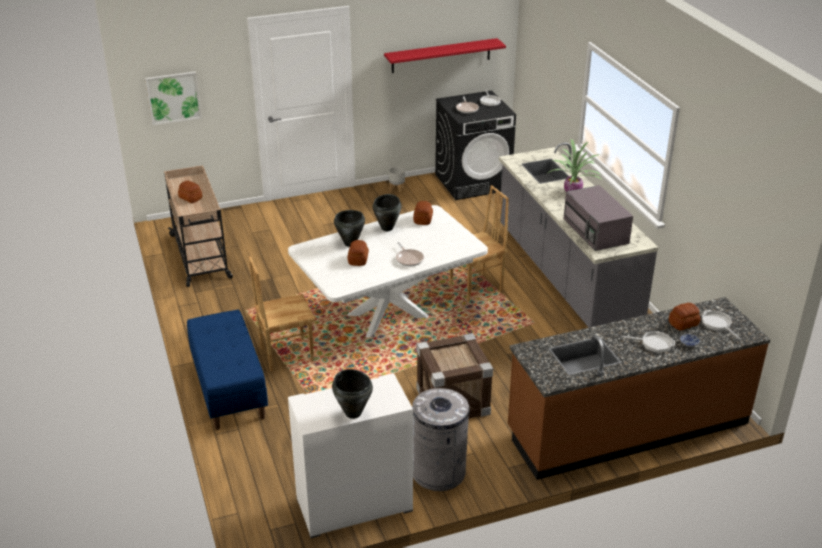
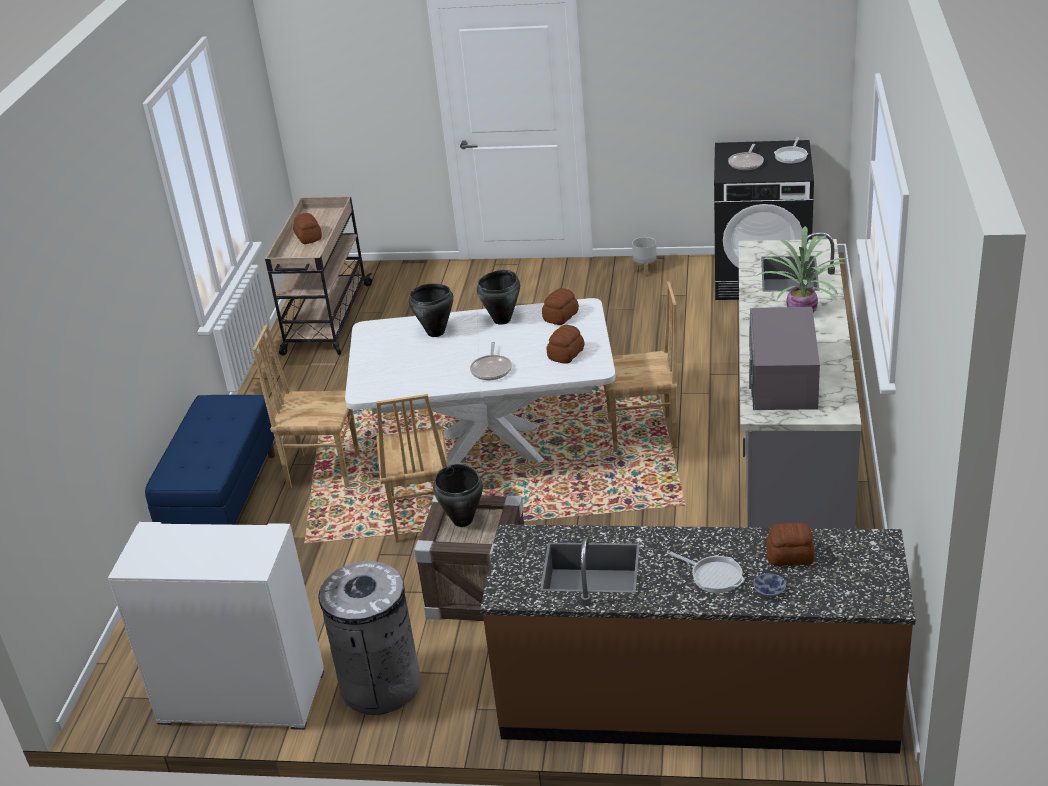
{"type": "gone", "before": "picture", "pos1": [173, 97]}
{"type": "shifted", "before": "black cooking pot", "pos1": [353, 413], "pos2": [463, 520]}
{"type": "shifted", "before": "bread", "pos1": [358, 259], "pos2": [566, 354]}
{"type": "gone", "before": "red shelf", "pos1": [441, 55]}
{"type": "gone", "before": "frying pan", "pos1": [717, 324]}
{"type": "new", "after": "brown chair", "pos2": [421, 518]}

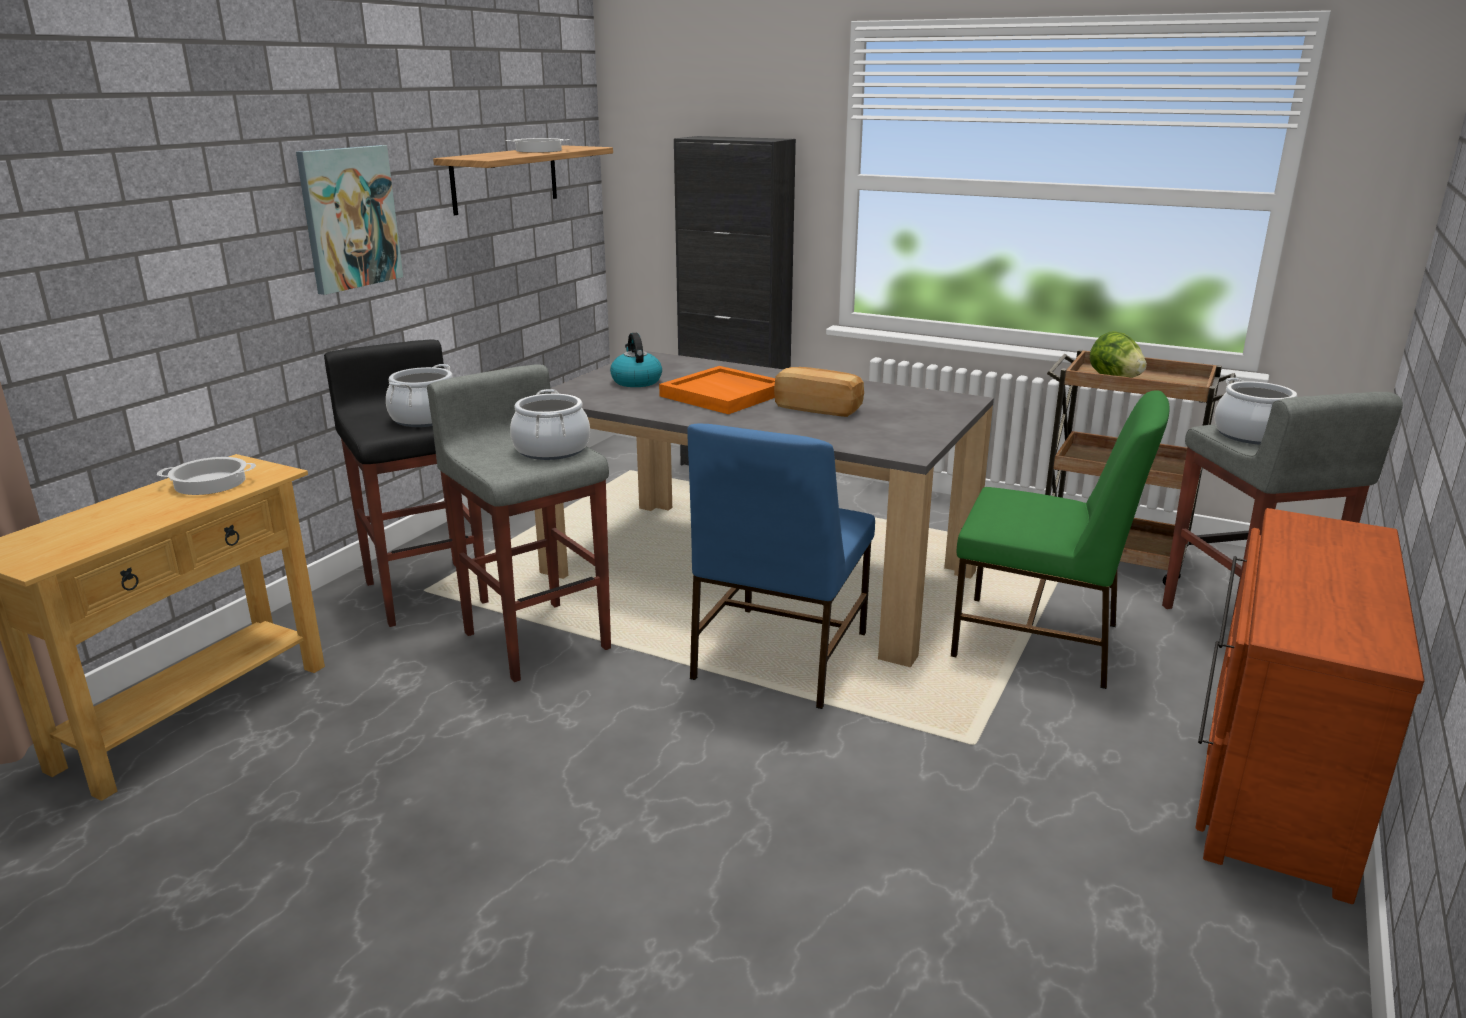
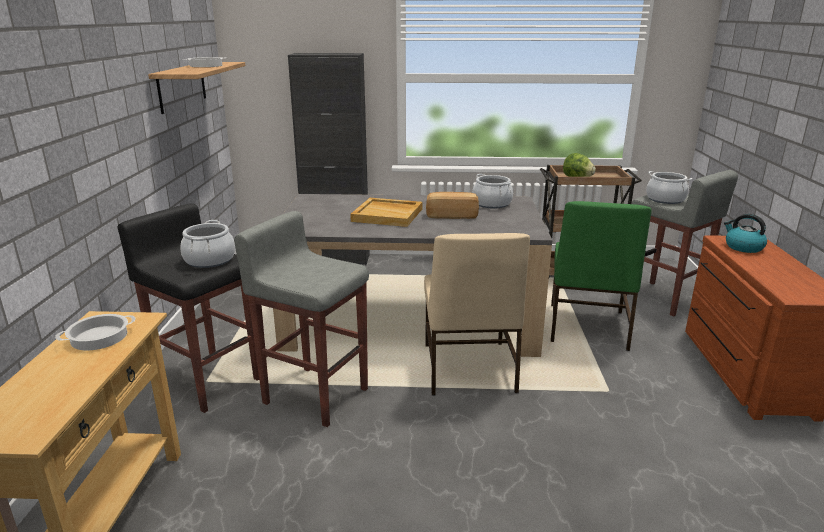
{"type": "gone", "before": "picture", "pos1": [349, 218]}
{"type": "shifted", "before": "cooking pot", "pos1": [551, 450], "pos2": [491, 204]}
{"type": "shifted", "before": "kettle", "pos1": [636, 381], "pos2": [743, 247]}
{"type": "repainted", "before": "orange tray", "after": "beige tray", "pos1": [724, 394], "pos2": [388, 215]}
{"type": "repainted", "before": "blue chair", "after": "beige chair", "pos1": [778, 657], "pos2": [468, 369]}
{"type": "rotated", "before": "green chair", "pos1": [1039, 642], "pos2": [586, 327], "turn": 105}

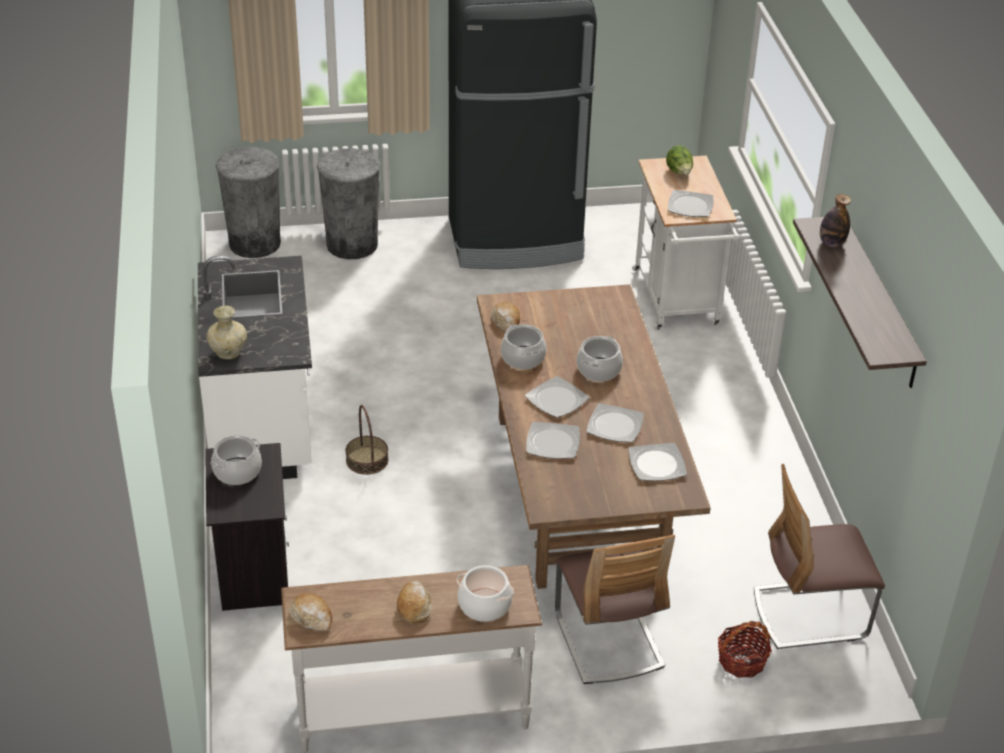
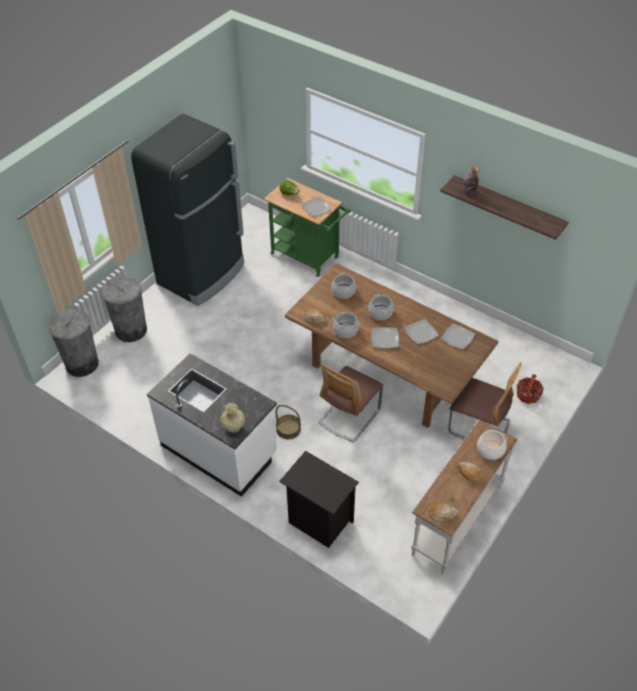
{"type": "shifted", "before": "cooking pot", "pos1": [237, 471], "pos2": [343, 291]}
{"type": "gone", "before": "plate", "pos1": [553, 443]}
{"type": "repainted", "before": "white cart", "after": "green cart", "pos1": [677, 302], "pos2": [308, 257]}
{"type": "shifted", "before": "chair", "pos1": [810, 614], "pos2": [349, 416]}

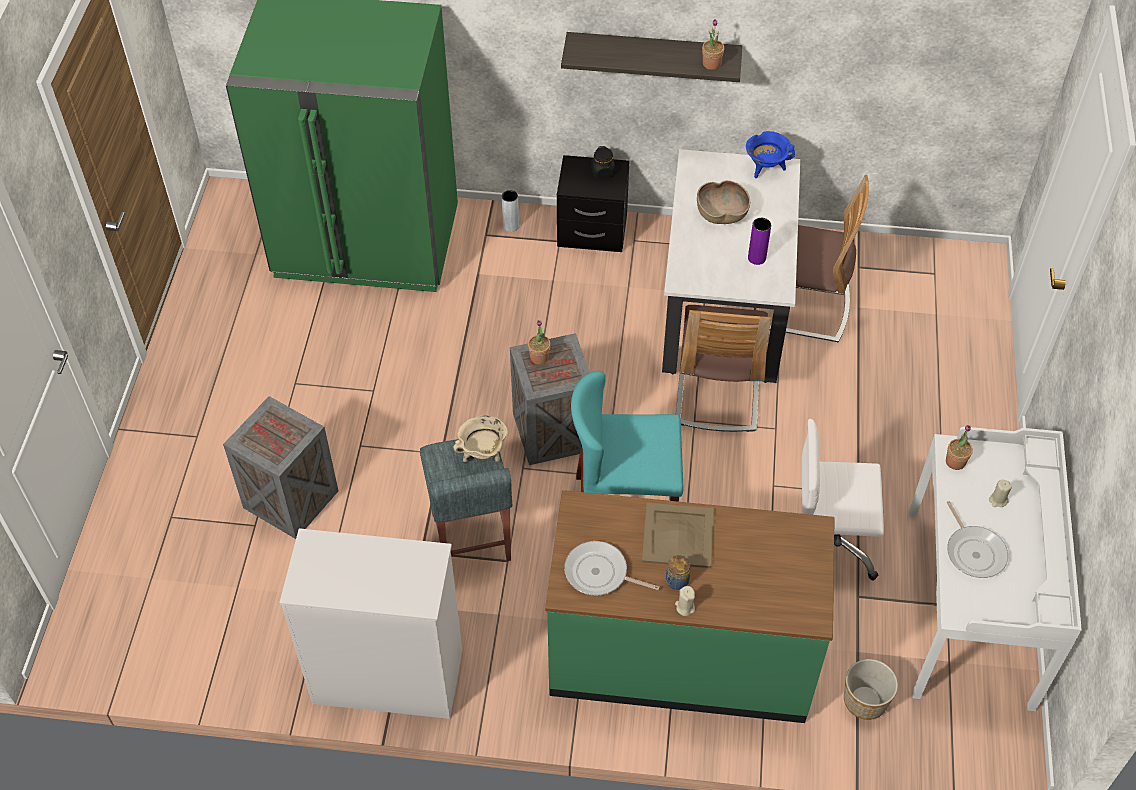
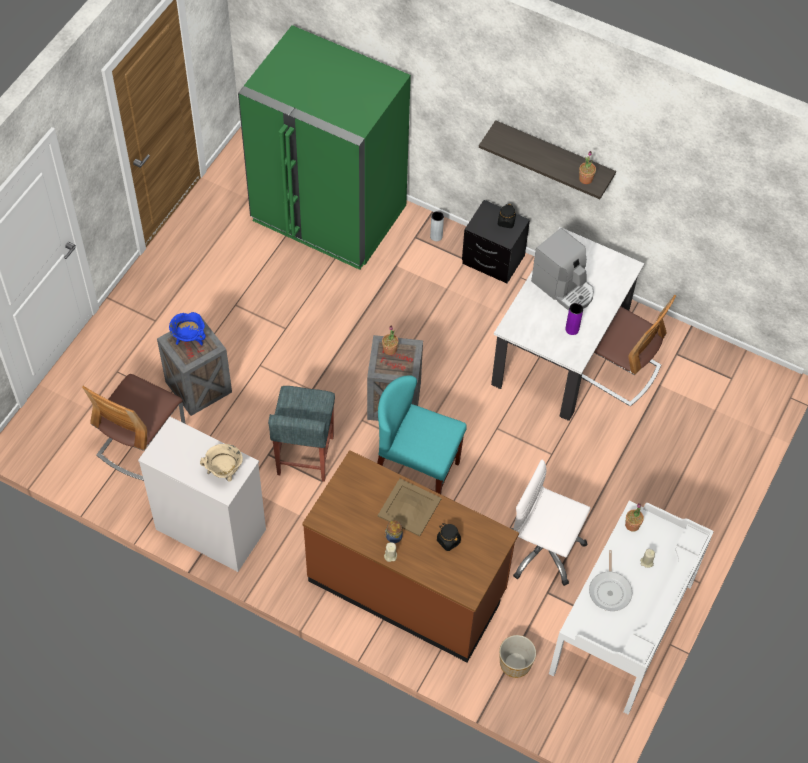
{"type": "shifted", "before": "beige cooking pot", "pos1": [483, 455], "pos2": [224, 472]}
{"type": "repainted", "before": "green counter", "after": "brown counter", "pos1": [680, 653], "pos2": [407, 586]}
{"type": "gone", "before": "frying pan", "pos1": [599, 573]}
{"type": "shifted", "before": "chair", "pos1": [718, 391], "pos2": [141, 443]}
{"type": "swapped", "before": "brown bowl", "after": "coffee machine", "pos1": [721, 214], "pos2": [564, 287]}
{"type": "shifted", "before": "blue cooking pot", "pos1": [766, 168], "pos2": [189, 339]}
{"type": "new", "after": "black jar", "pos2": [448, 541]}

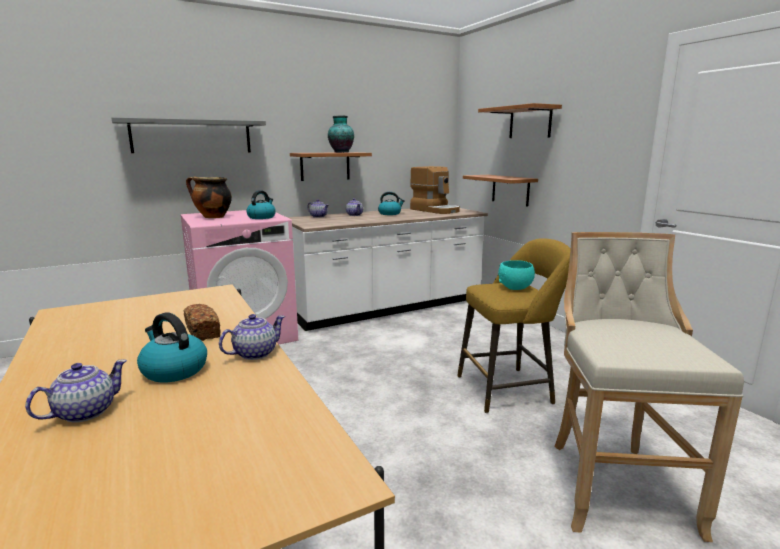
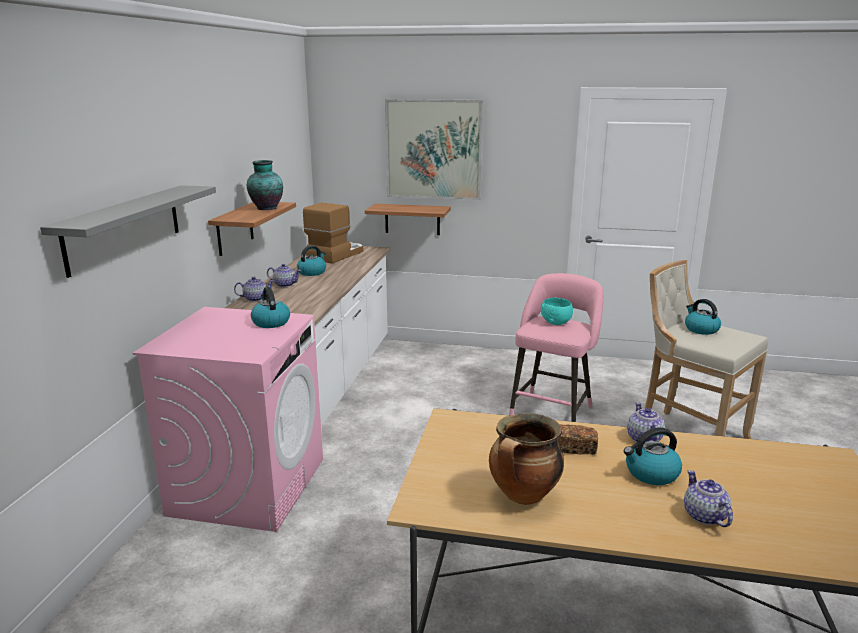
{"type": "shifted", "before": "cooking pot", "pos1": [212, 217], "pos2": [523, 496]}
{"type": "rotated", "before": "coffee machine", "pos1": [435, 210], "pos2": [335, 255], "turn": -60}
{"type": "repainted", "before": "yellow stool", "after": "pink stool", "pos1": [509, 389], "pos2": [552, 410]}
{"type": "swapped", "before": "shelf", "after": "picture", "pos1": [530, 122], "pos2": [433, 149]}
{"type": "new", "after": "kettle", "pos2": [701, 329]}

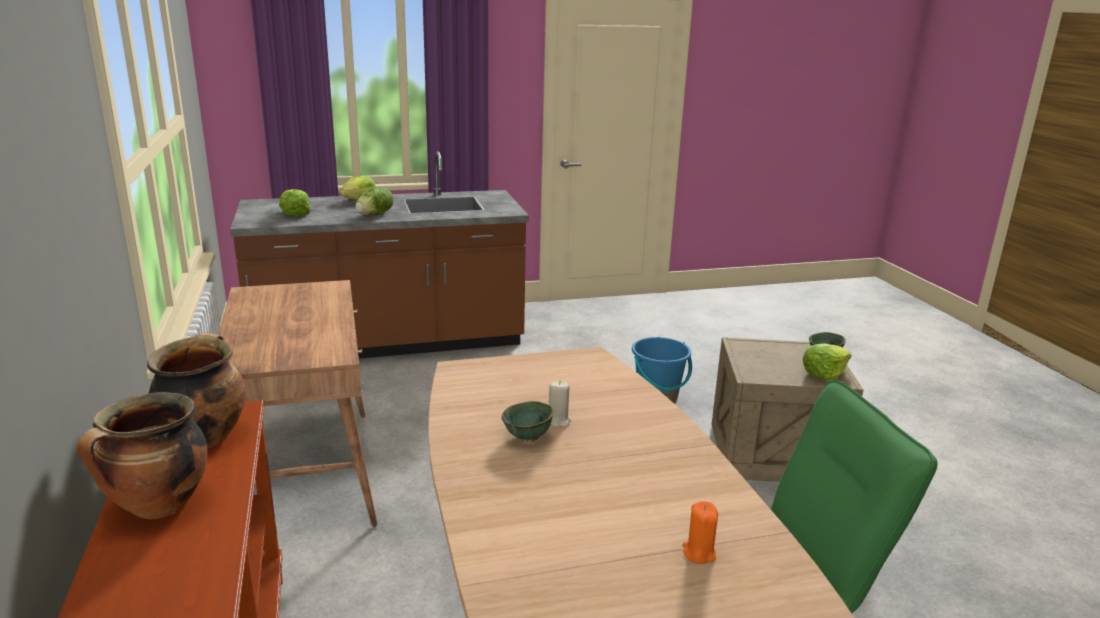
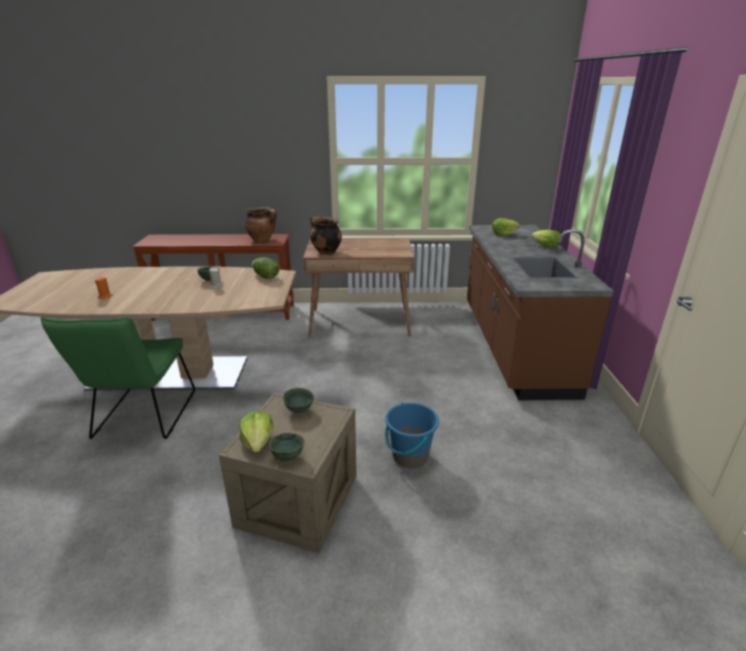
{"type": "shifted", "before": "cooking pot", "pos1": [158, 507], "pos2": [325, 252]}
{"type": "shifted", "before": "lettuce", "pos1": [375, 214], "pos2": [265, 277]}
{"type": "new", "after": "green bowl", "pos2": [299, 410]}

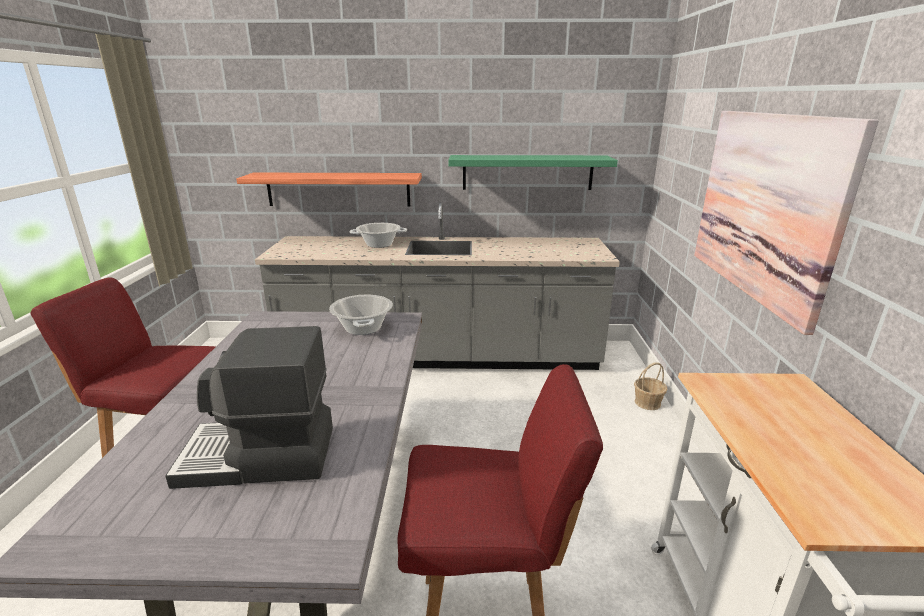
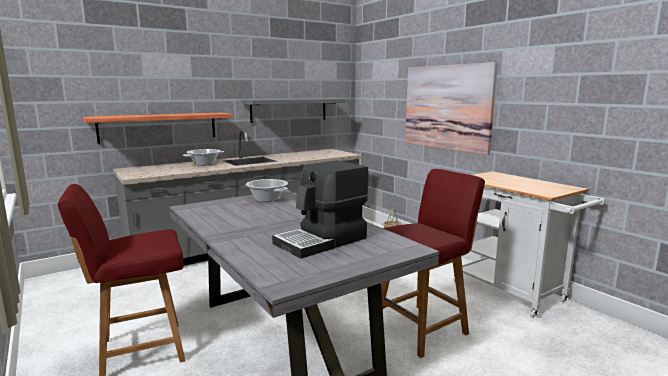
{"type": "repainted", "before": "green shelf", "after": "grey shelf", "pos1": [527, 172], "pos2": [289, 110]}

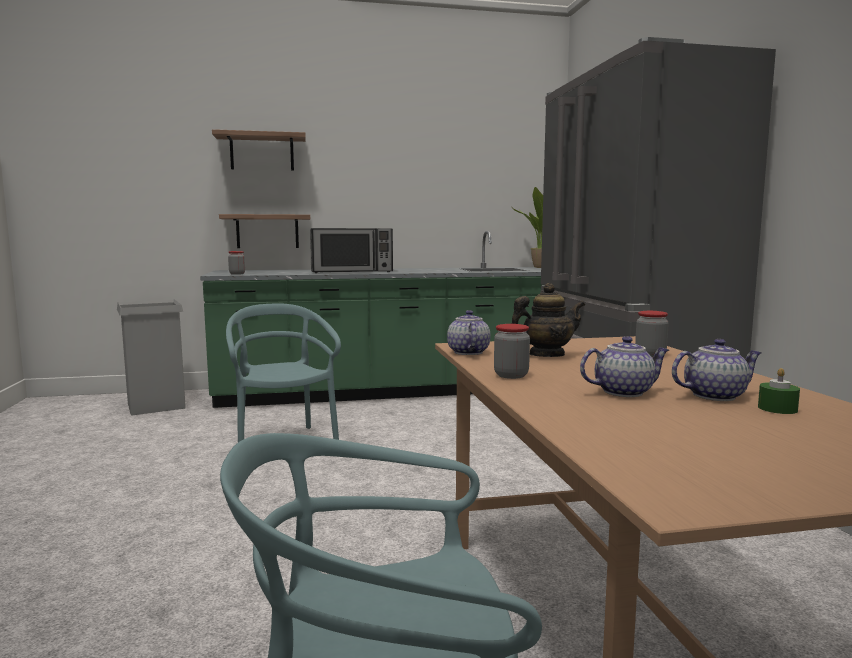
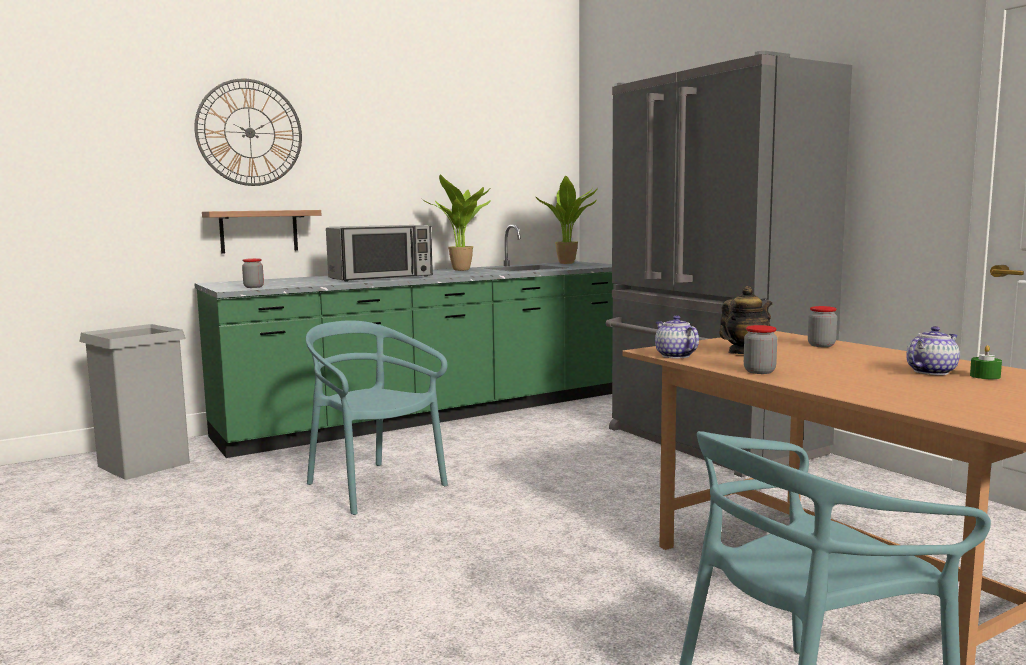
{"type": "swapped", "before": "shelf", "after": "wall clock", "pos1": [262, 152], "pos2": [249, 132]}
{"type": "gone", "before": "teapot", "pos1": [623, 392]}
{"type": "new", "after": "potted plant", "pos2": [463, 270]}

